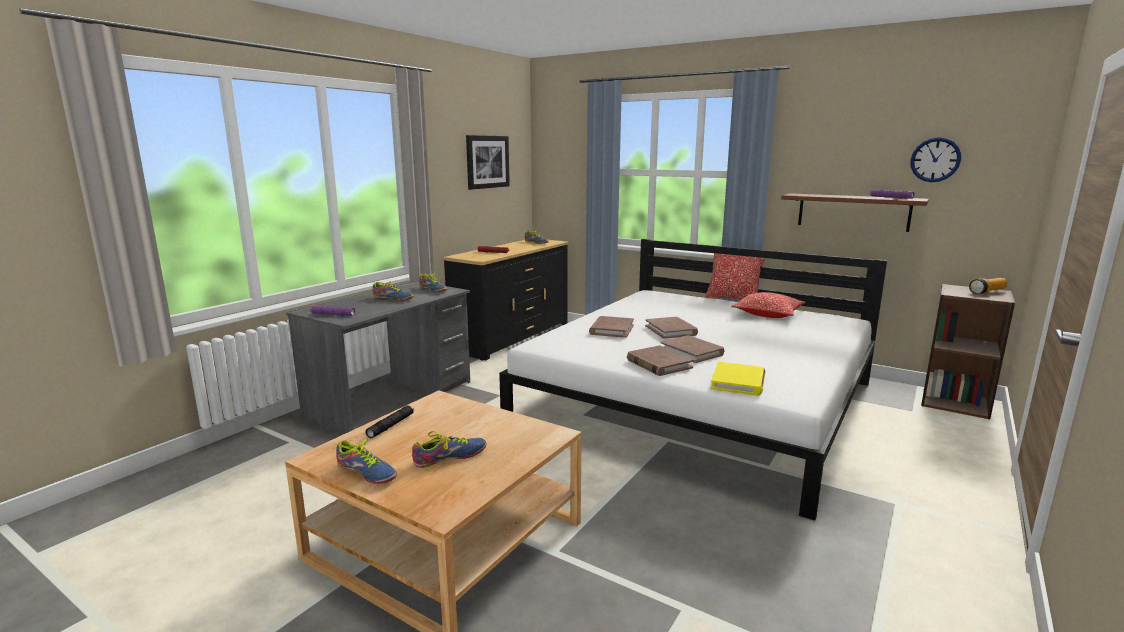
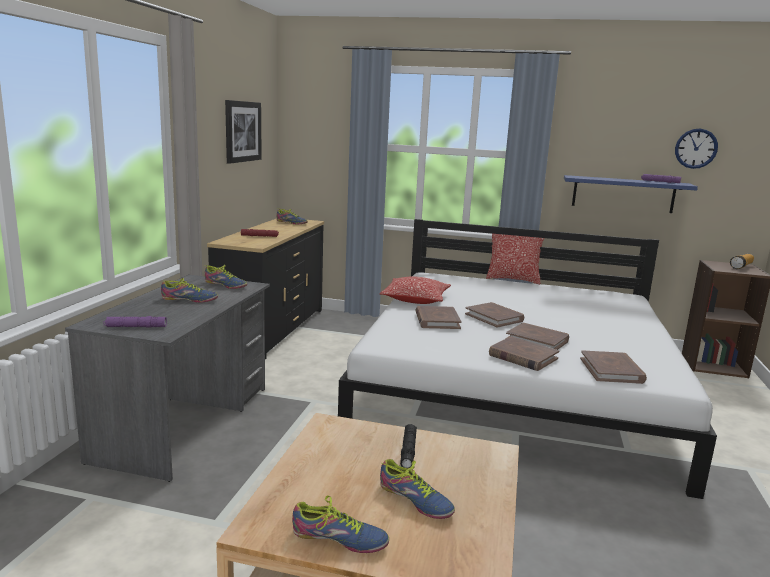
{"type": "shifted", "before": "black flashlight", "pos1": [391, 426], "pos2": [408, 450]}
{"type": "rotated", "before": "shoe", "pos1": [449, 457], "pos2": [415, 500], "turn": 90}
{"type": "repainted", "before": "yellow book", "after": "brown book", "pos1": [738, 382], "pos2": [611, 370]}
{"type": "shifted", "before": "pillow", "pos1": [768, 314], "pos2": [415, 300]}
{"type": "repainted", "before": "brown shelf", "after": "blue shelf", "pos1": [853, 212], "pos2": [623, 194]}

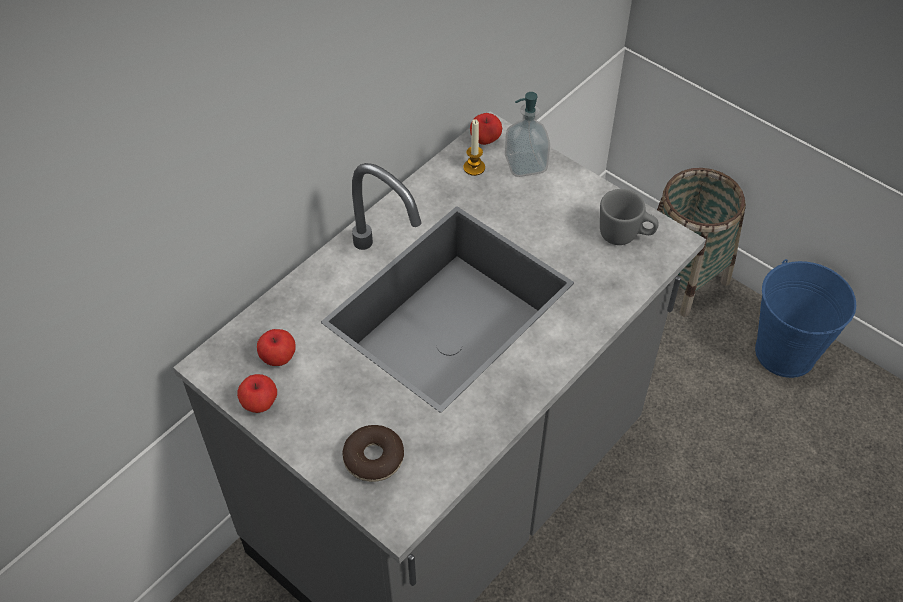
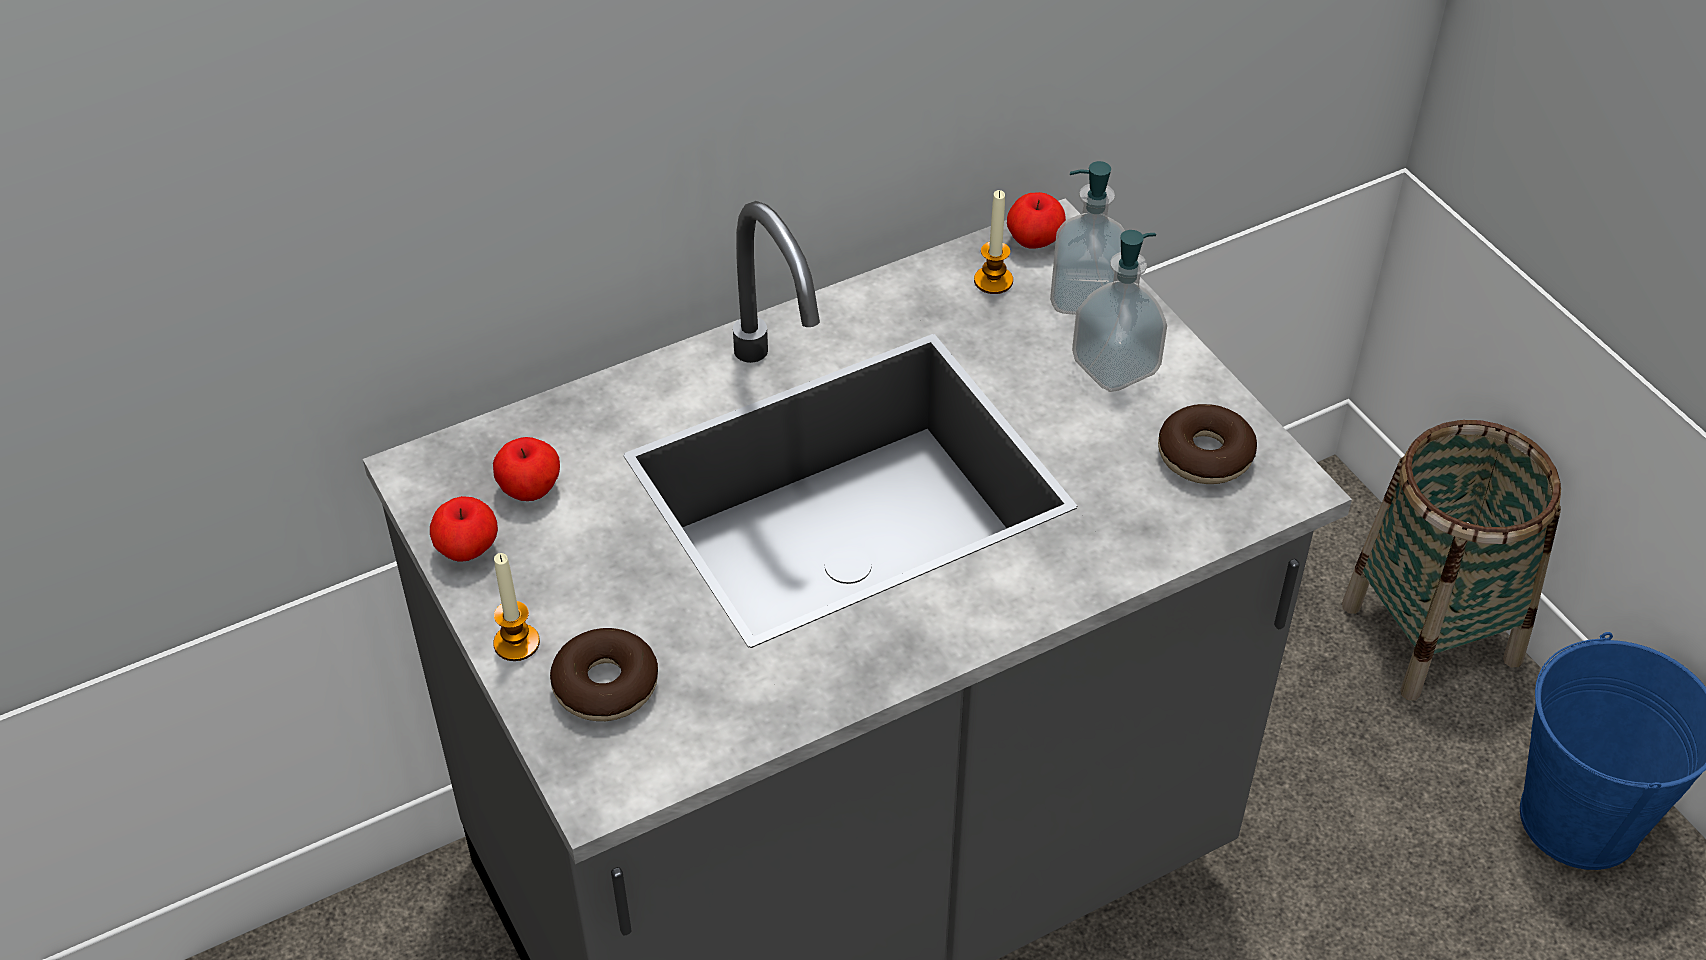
{"type": "swapped", "before": "grey mug", "after": "donut", "pos1": [625, 236], "pos2": [1205, 456]}
{"type": "new", "after": "candle", "pos2": [516, 643]}
{"type": "new", "after": "soap dispenser", "pos2": [1115, 366]}

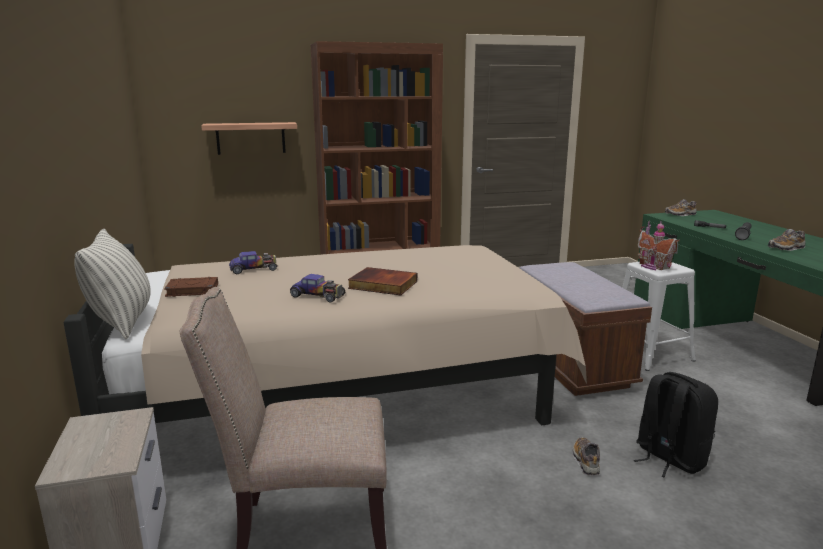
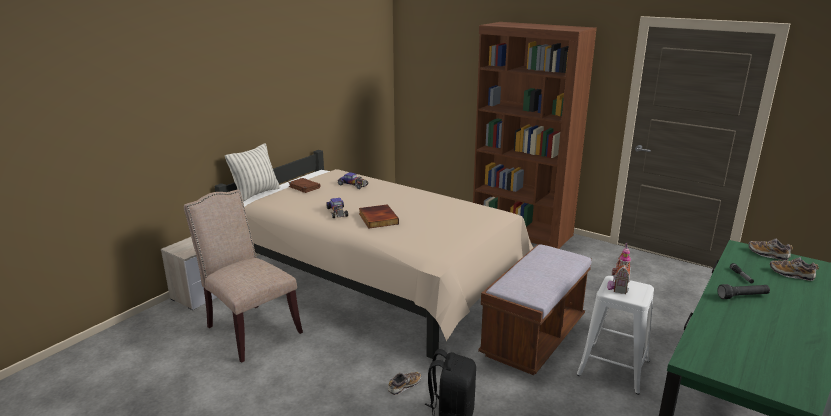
{"type": "gone", "before": "shelf", "pos1": [251, 138]}
{"type": "shifted", "before": "shoe", "pos1": [786, 248], "pos2": [791, 274]}

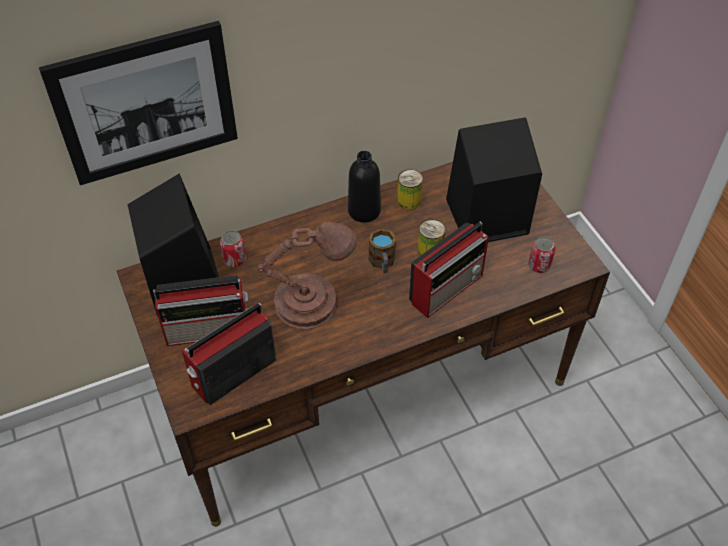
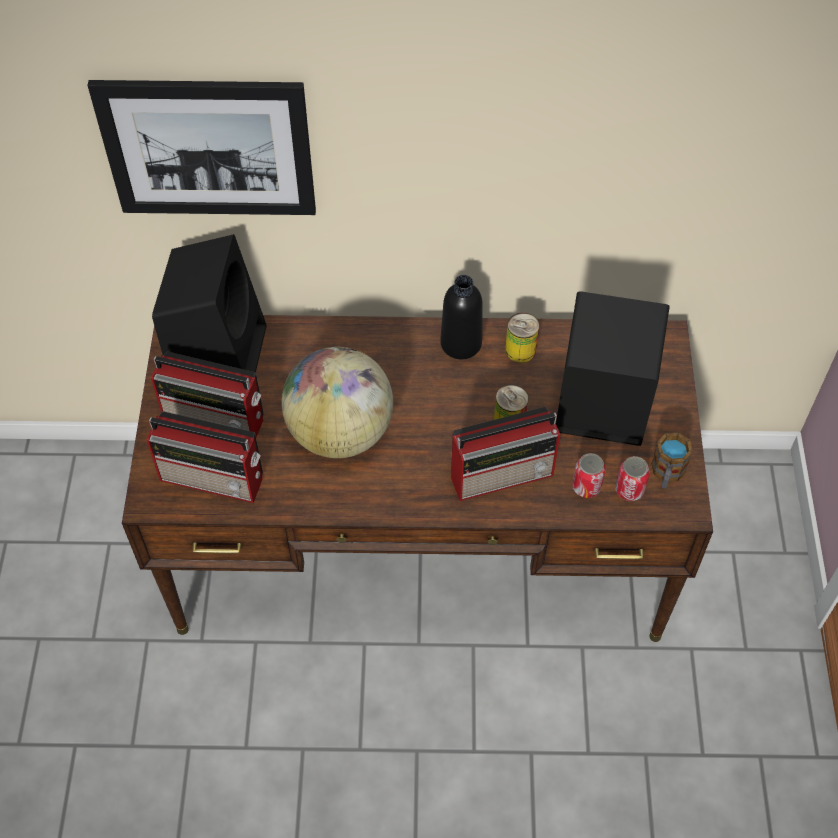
{"type": "rotated", "before": "radio", "pos1": [232, 373], "pos2": [214, 479], "turn": -150}
{"type": "shifted", "before": "can", "pos1": [234, 259], "pos2": [586, 486]}
{"type": "swapped", "before": "brown table lamp", "after": "globe", "pos1": [311, 303], "pos2": [340, 432]}
{"type": "shifted", "before": "mug", "pos1": [382, 263], "pos2": [666, 474]}

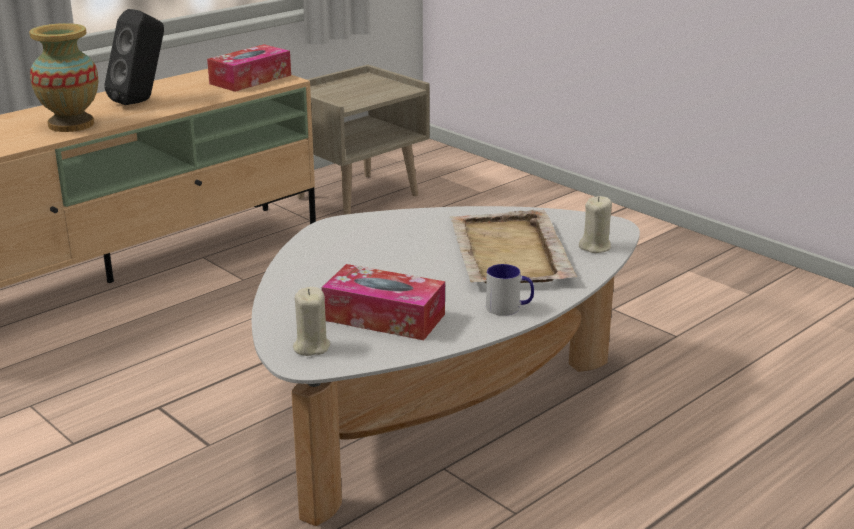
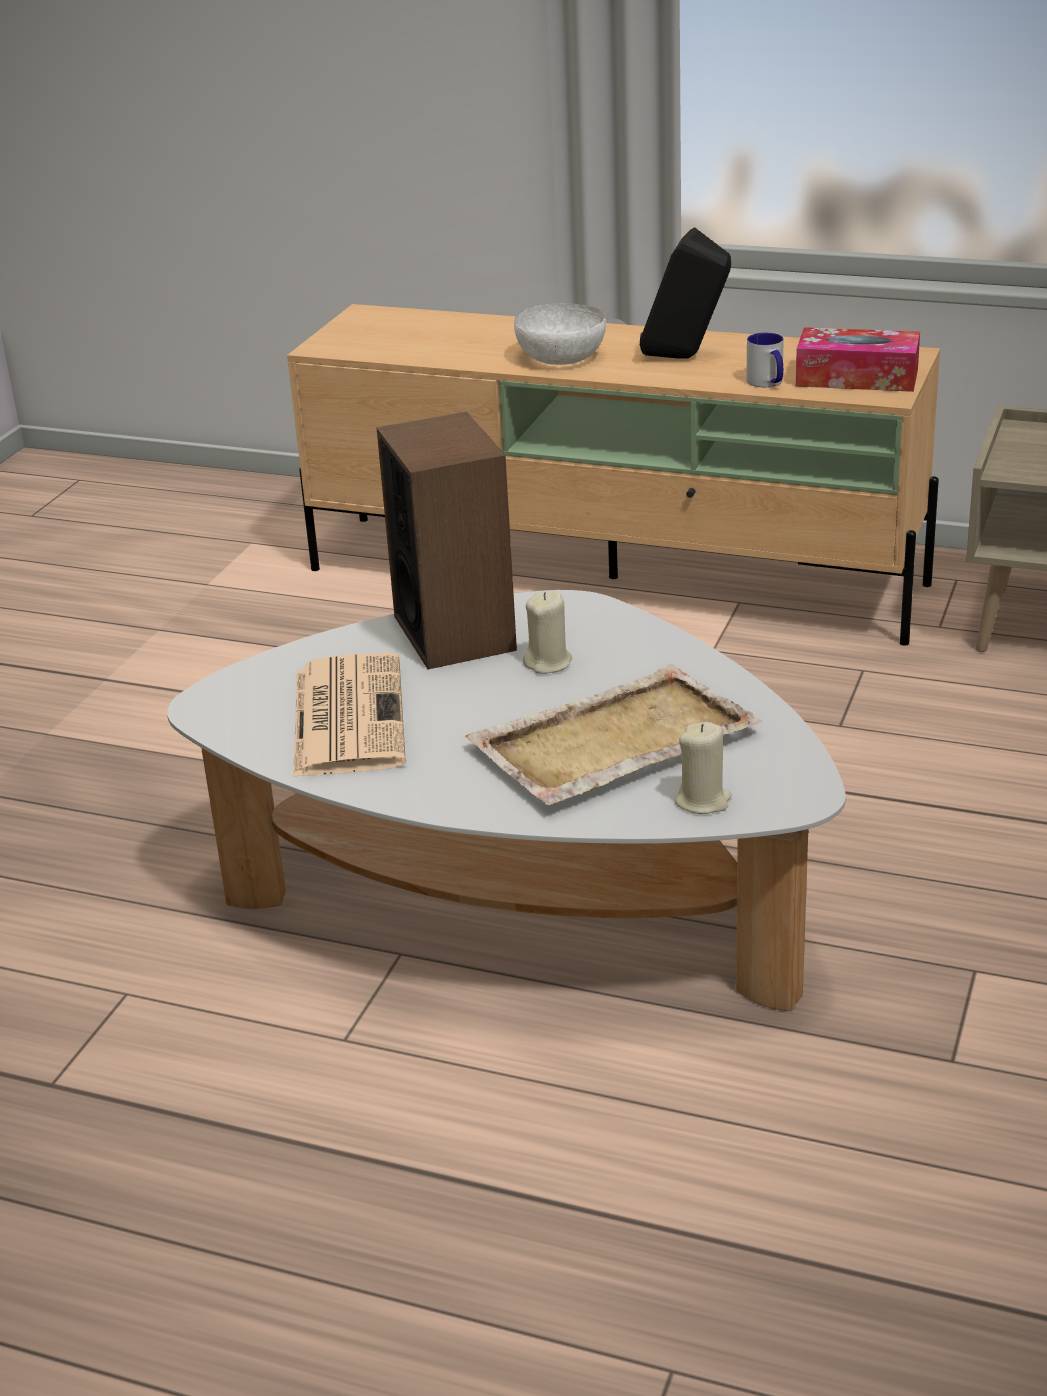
{"type": "swapped", "before": "vase", "after": "white bowl", "pos1": [71, 125], "pos2": [560, 358]}
{"type": "shifted", "before": "beige candle", "pos1": [311, 347], "pos2": [548, 663]}
{"type": "swapped", "before": "tissue box", "after": "newspaper", "pos1": [384, 317], "pos2": [347, 716]}
{"type": "shifted", "before": "mug", "pos1": [509, 308], "pos2": [768, 383]}
{"type": "new", "after": "speaker", "pos2": [455, 633]}

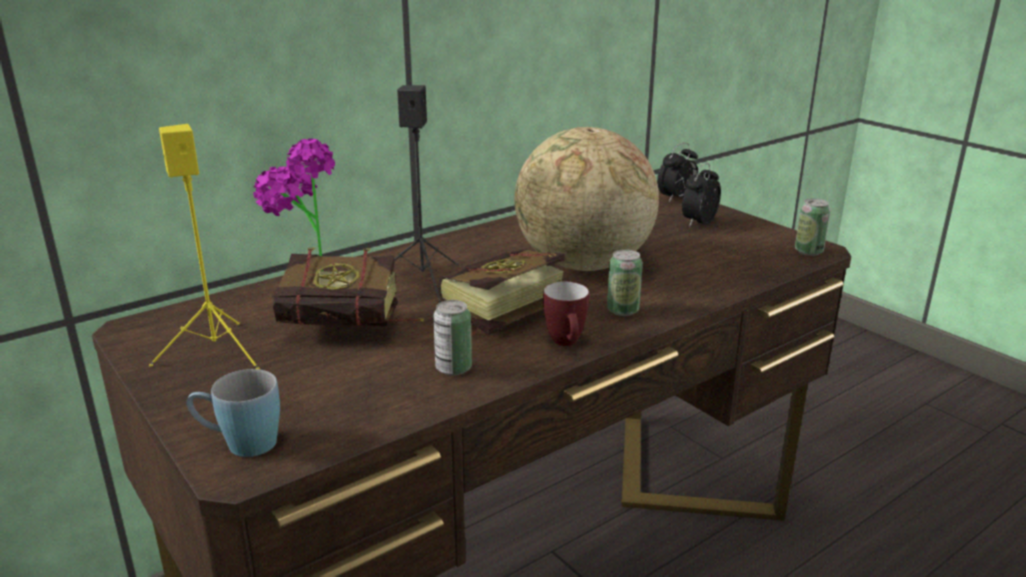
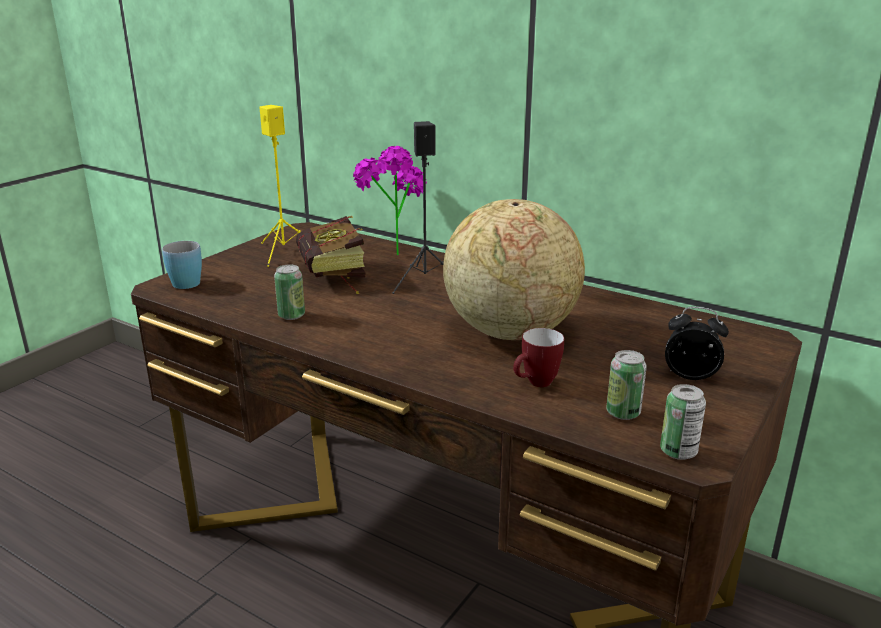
{"type": "gone", "before": "book", "pos1": [493, 320]}
{"type": "shifted", "before": "mug", "pos1": [567, 344], "pos2": [536, 384]}
{"type": "shifted", "before": "can", "pos1": [623, 310], "pos2": [623, 413]}
{"type": "gone", "before": "alarm clock", "pos1": [676, 198]}

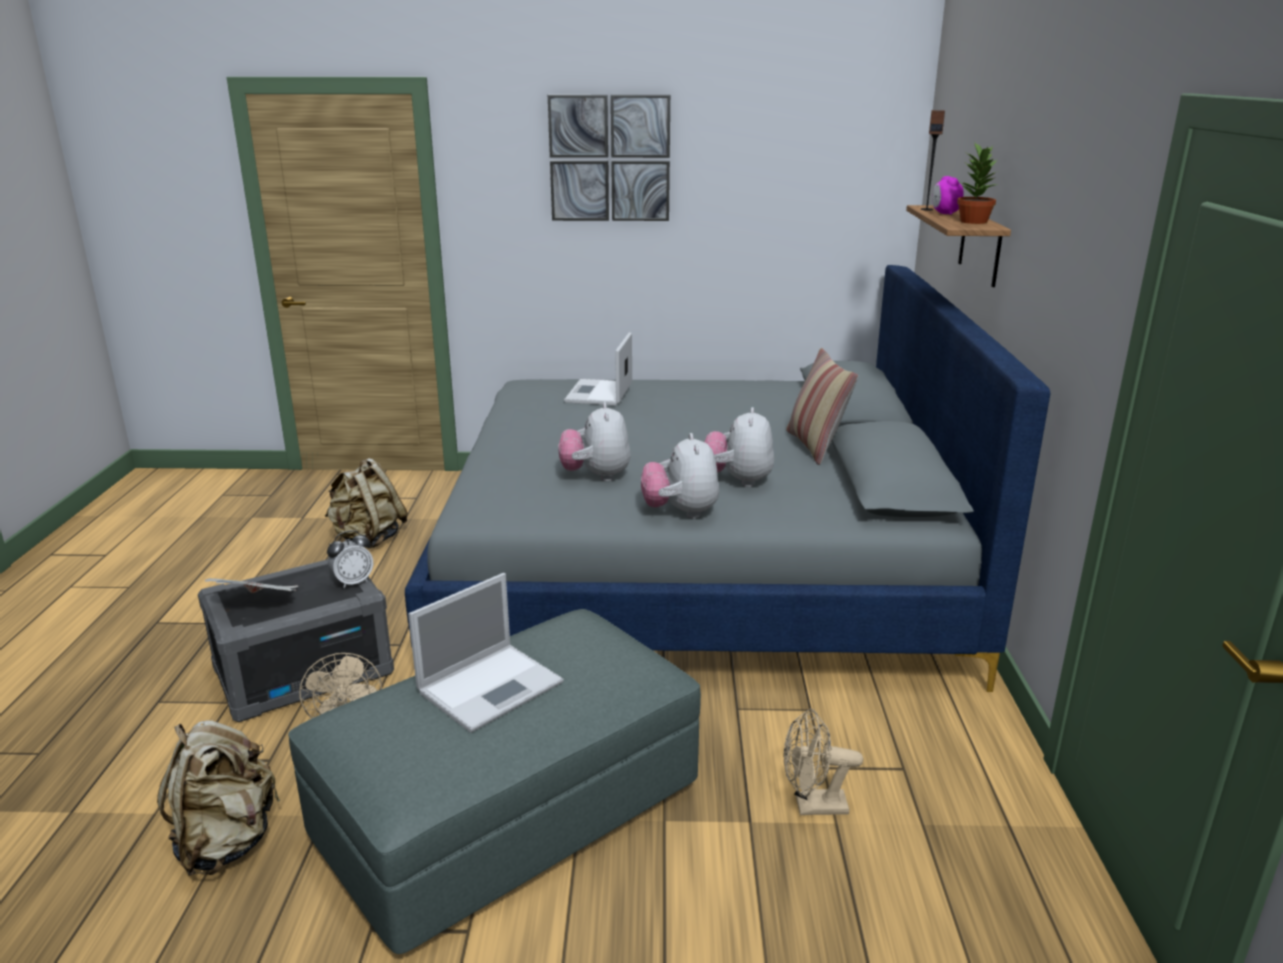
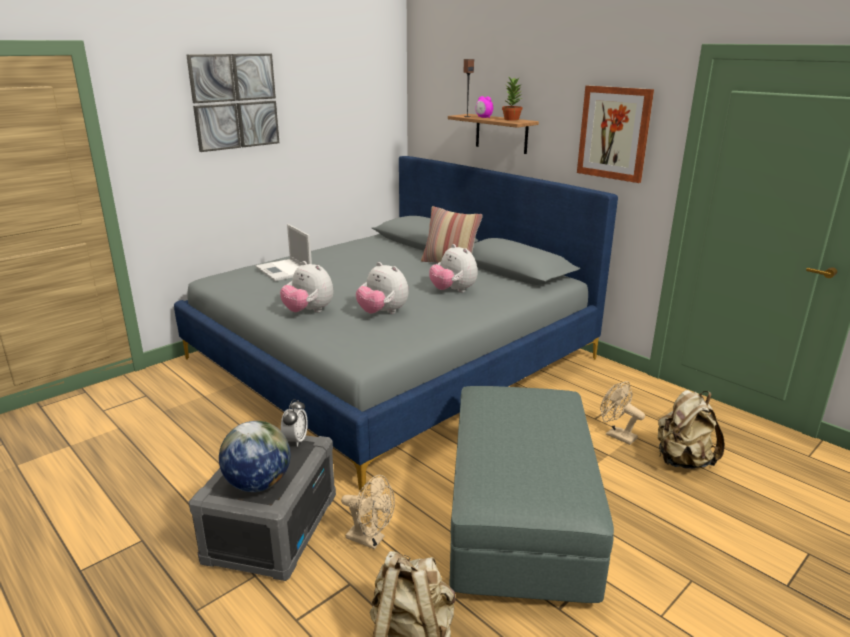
{"type": "swapped", "before": "newspaper", "after": "globe", "pos1": [260, 604], "pos2": [258, 484]}
{"type": "shifted", "before": "beige backpack", "pos1": [368, 539], "pos2": [682, 461]}
{"type": "gone", "before": "laptop", "pos1": [492, 686]}
{"type": "shifted", "before": "plush toy", "pos1": [681, 512], "pos2": [308, 311]}
{"type": "rotated", "before": "beige fan", "pos1": [812, 806], "pos2": [616, 435], "turn": 90}
{"type": "new", "after": "picture", "pos2": [614, 133]}

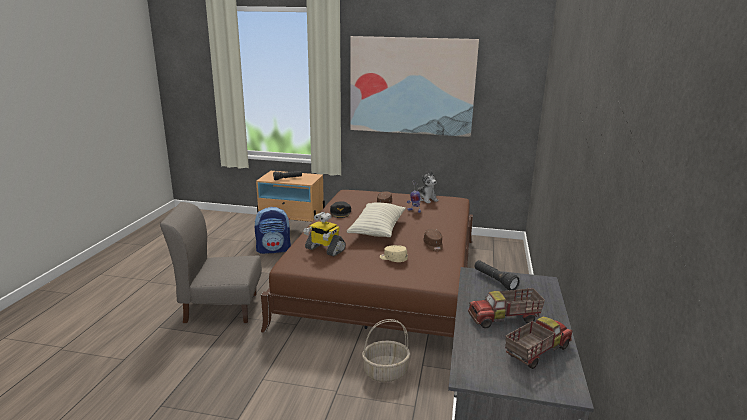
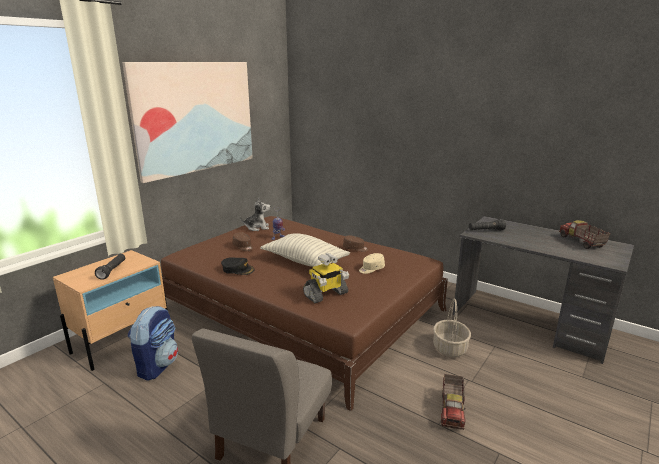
{"type": "shifted", "before": "toy truck", "pos1": [504, 319], "pos2": [452, 410]}

